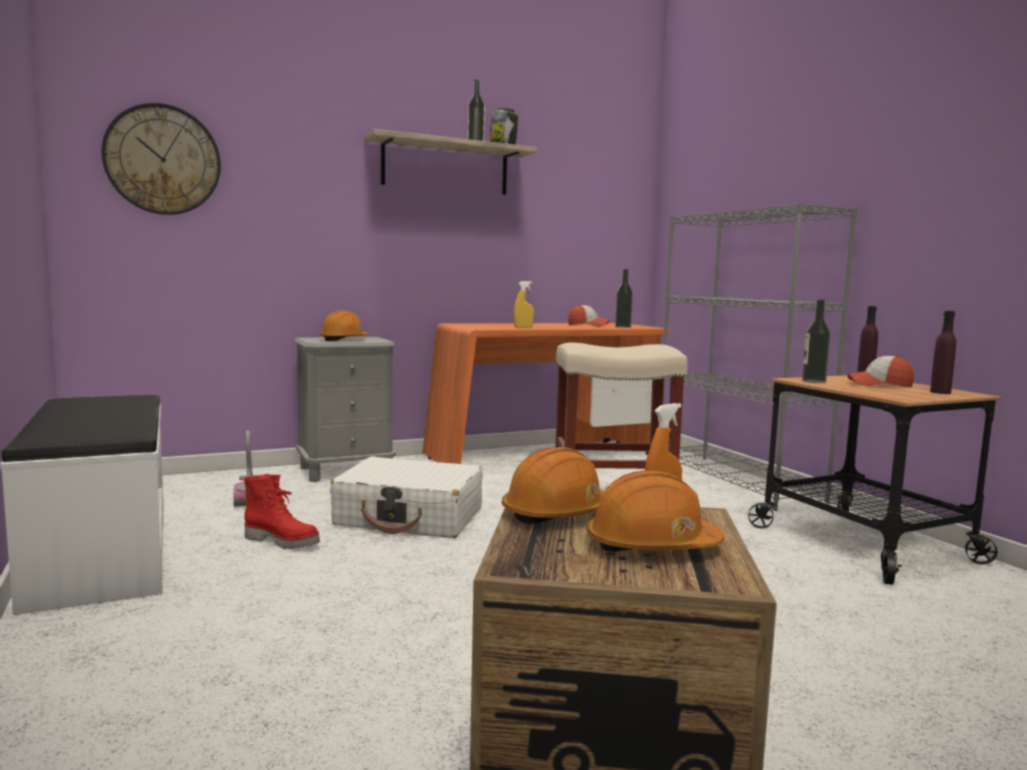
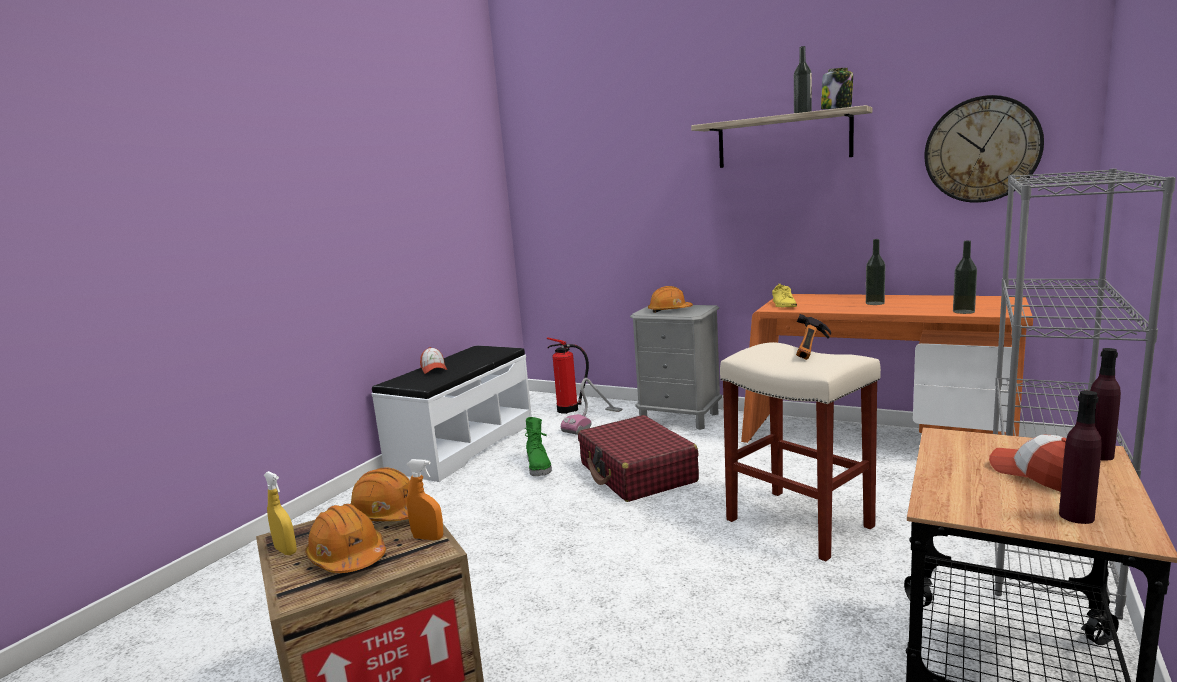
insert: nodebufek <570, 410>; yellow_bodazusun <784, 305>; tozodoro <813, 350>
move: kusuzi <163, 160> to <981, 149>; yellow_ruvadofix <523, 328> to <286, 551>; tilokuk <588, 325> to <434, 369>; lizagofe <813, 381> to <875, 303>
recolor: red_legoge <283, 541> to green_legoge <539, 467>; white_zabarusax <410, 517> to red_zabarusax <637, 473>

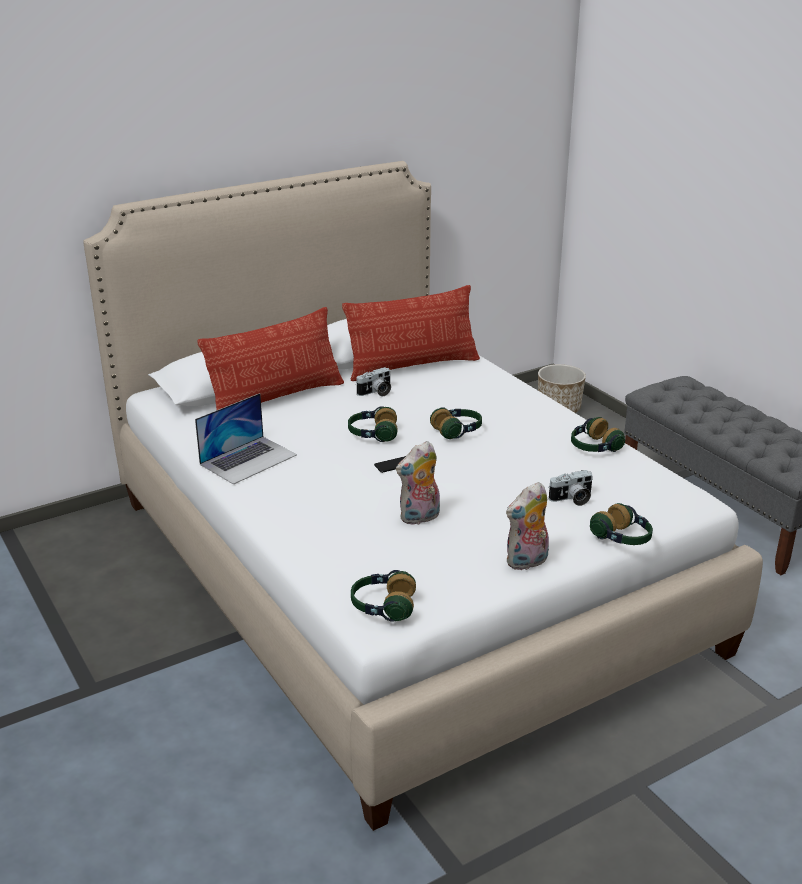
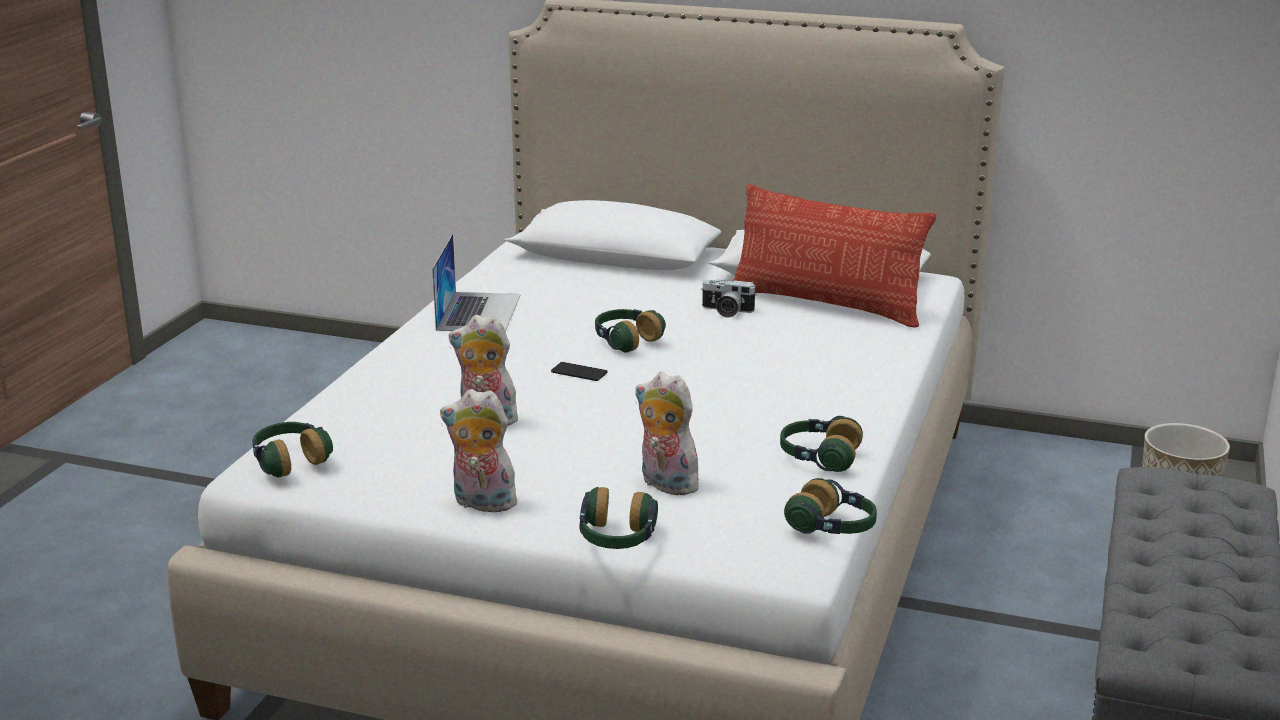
delete: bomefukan <276, 398>
move: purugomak <457, 431> to <832, 528>
replace: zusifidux <572, 499> to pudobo <665, 484>
rotate: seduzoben <248, 459> = <478, 312> 90 degrees counterclockwise

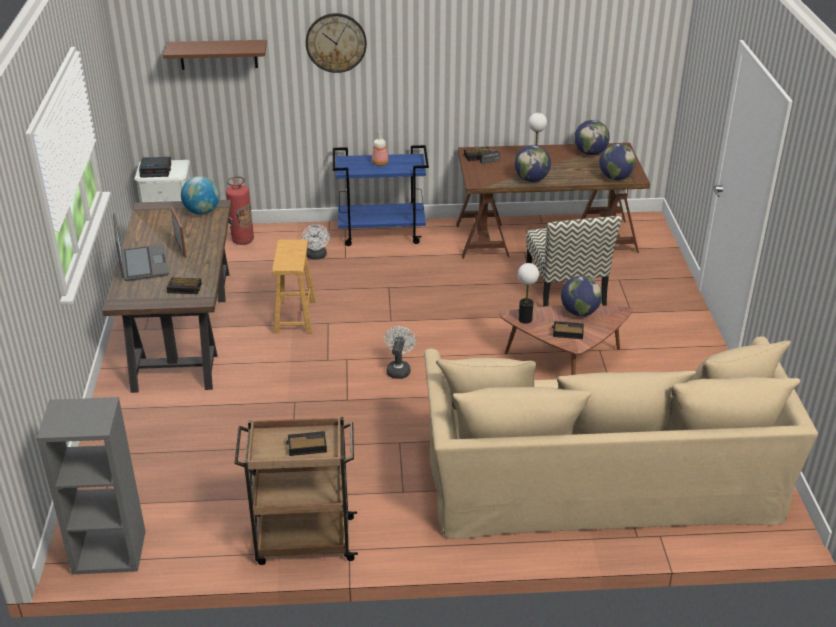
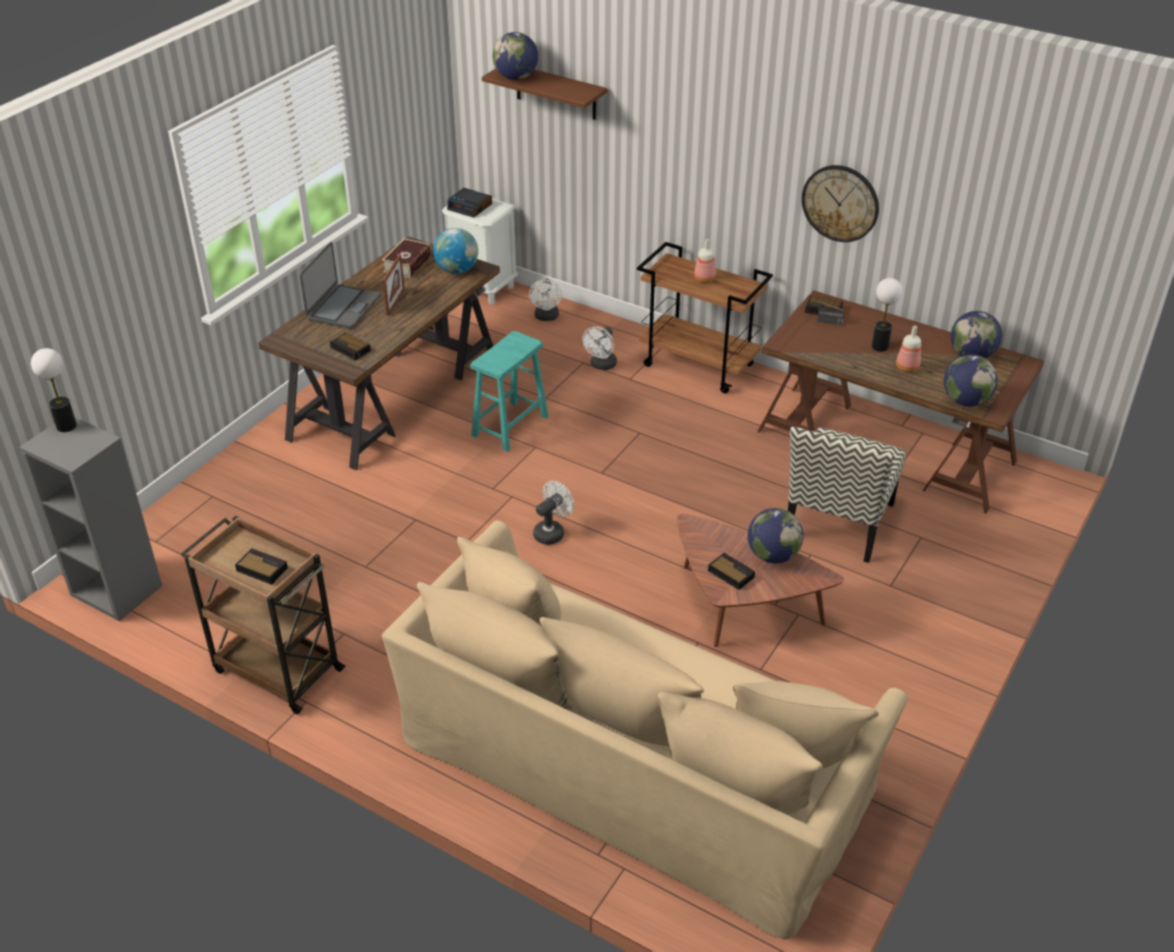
insert: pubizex <407, 264>; lizagofe <906, 367>
move: kusuzi <336, 42> to <840, 203>; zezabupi <531, 179> to <516, 78>; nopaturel <525, 319> to <66, 426>
replace: nodebufek <243, 240> to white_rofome <546, 317>
recolor: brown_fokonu <295, 317> to turquoise_fokonu <510, 426>; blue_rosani <382, 233> to brown_rosani <699, 365>

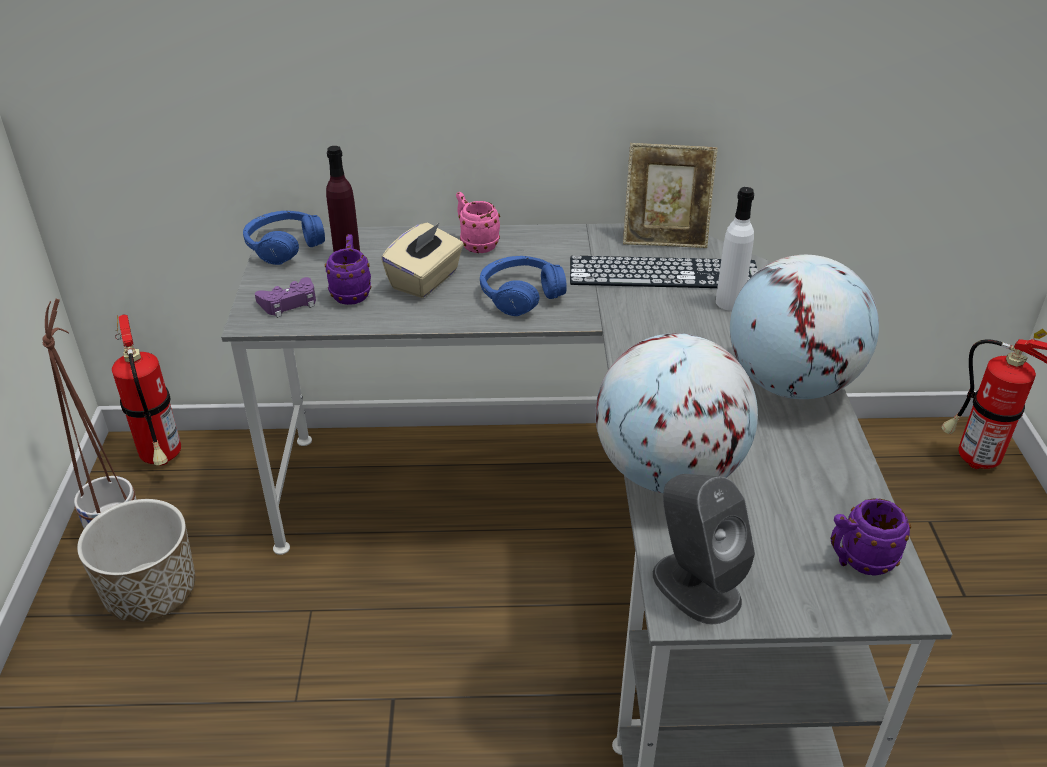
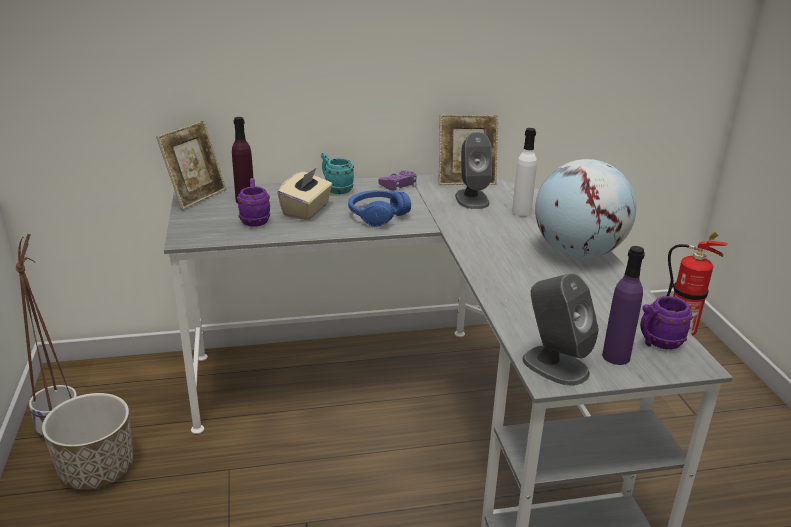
delete: nodebufek <162, 459>; zezabupi <668, 473>
insert: purple_lizagofe <616, 356>
move: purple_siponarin <289, 303> to <399, 185>
replace: blue_purugomak <284, 246> to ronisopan <196, 197>; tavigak <663, 273> to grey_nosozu <472, 199>
recolor: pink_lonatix <475, 244> to turquoise_lonatix <336, 189>

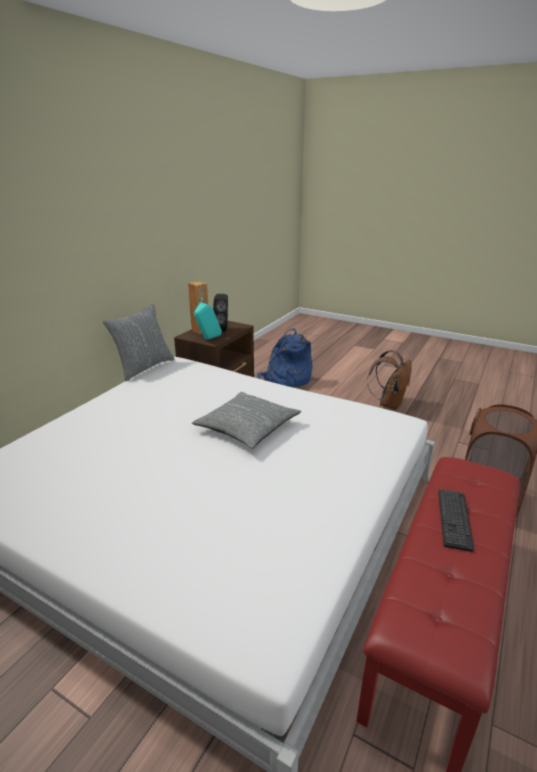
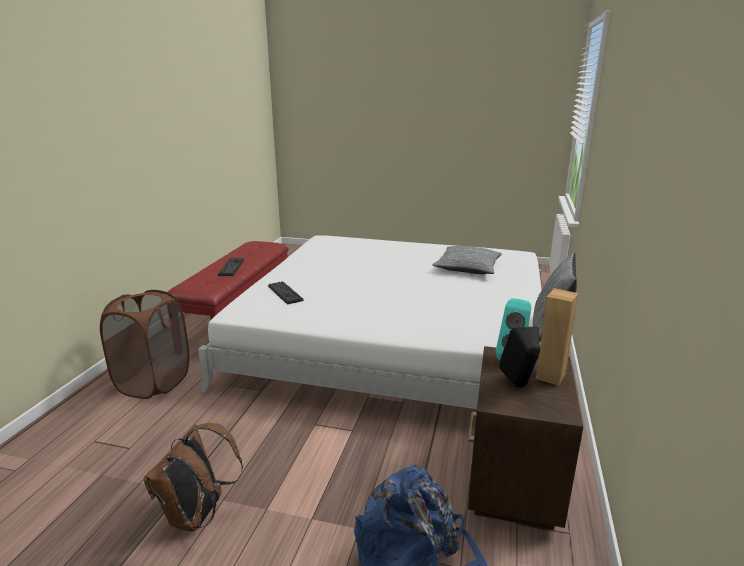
insert: tavigak <285, 293>
move: grey_bomefukan <247, 427> to <468, 267>

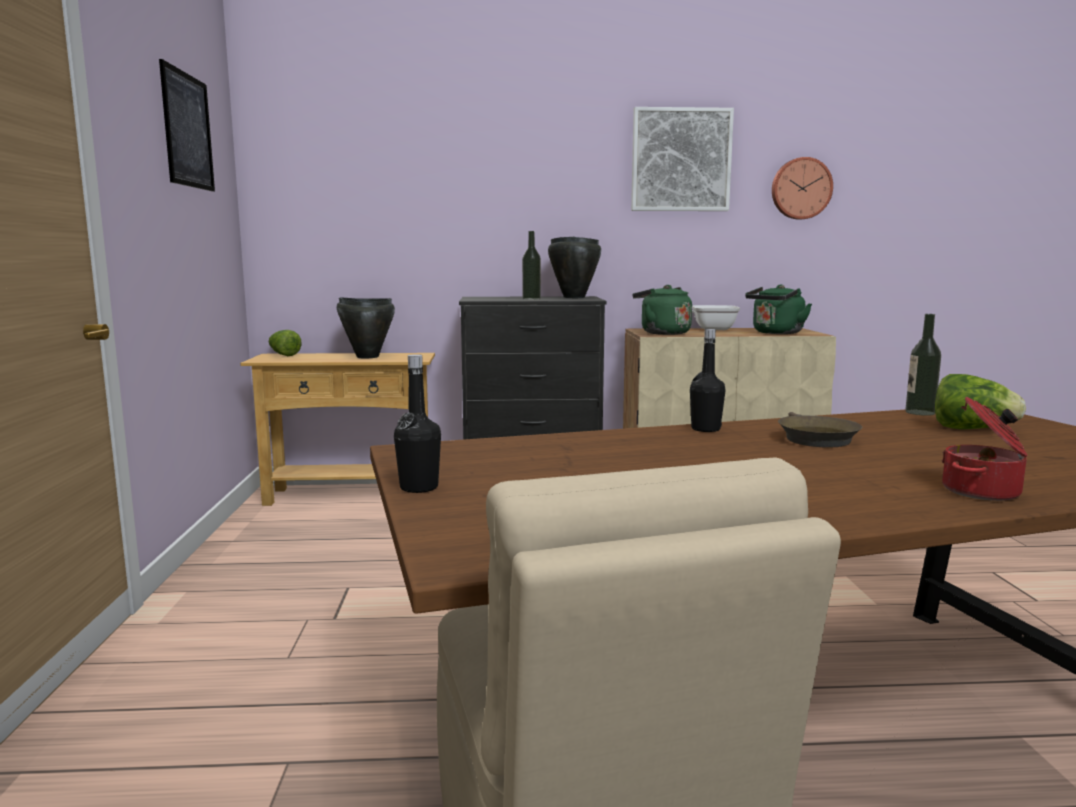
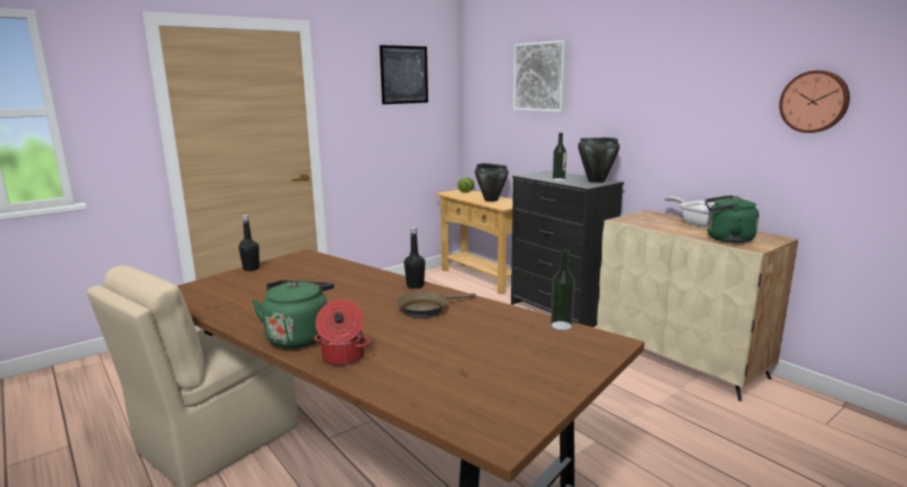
delete: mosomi <971, 429>
move: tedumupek <681, 160> to <540, 77>; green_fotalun <662, 333> to <299, 336>

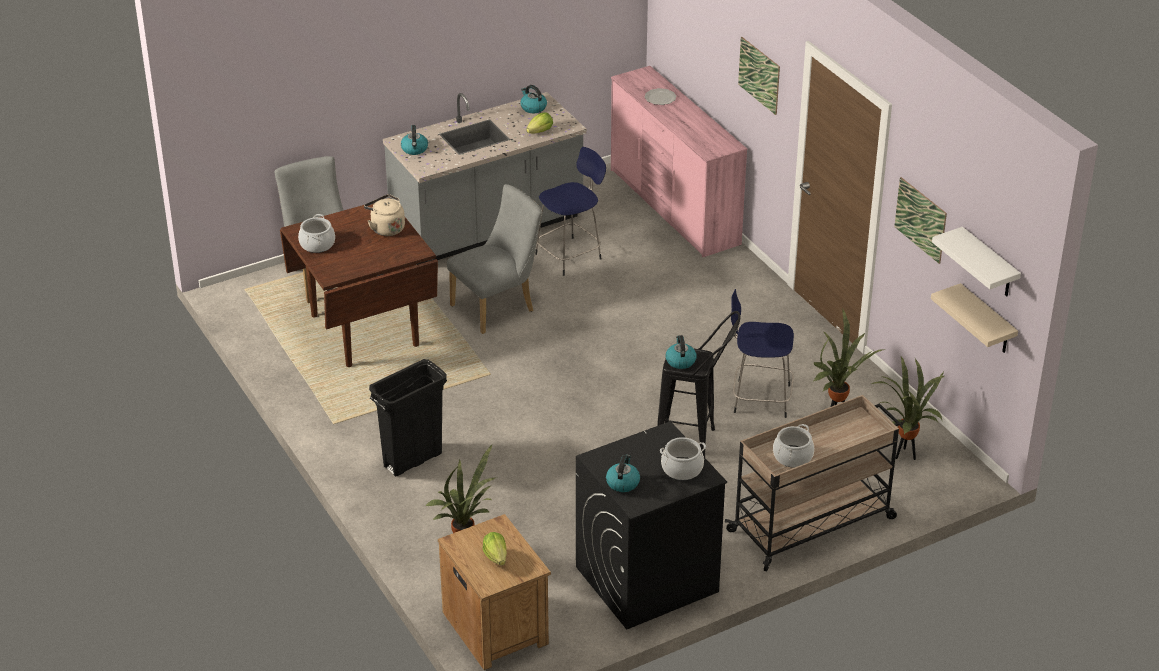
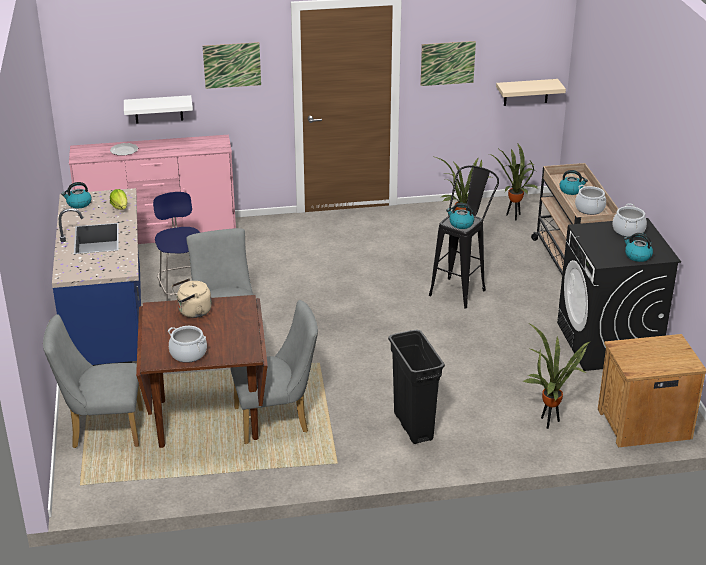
delete: mosomi <496, 557>; blue_fokonu <759, 398>
insert: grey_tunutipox <277, 420>
move: fotalun <414, 149> to <571, 190>; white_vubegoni <989, 264> to <158, 109>
recolor: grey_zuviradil <488, 229> to blue_zuviradil <108, 324>

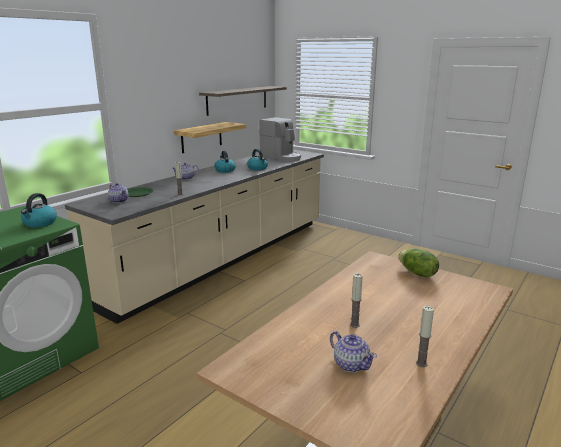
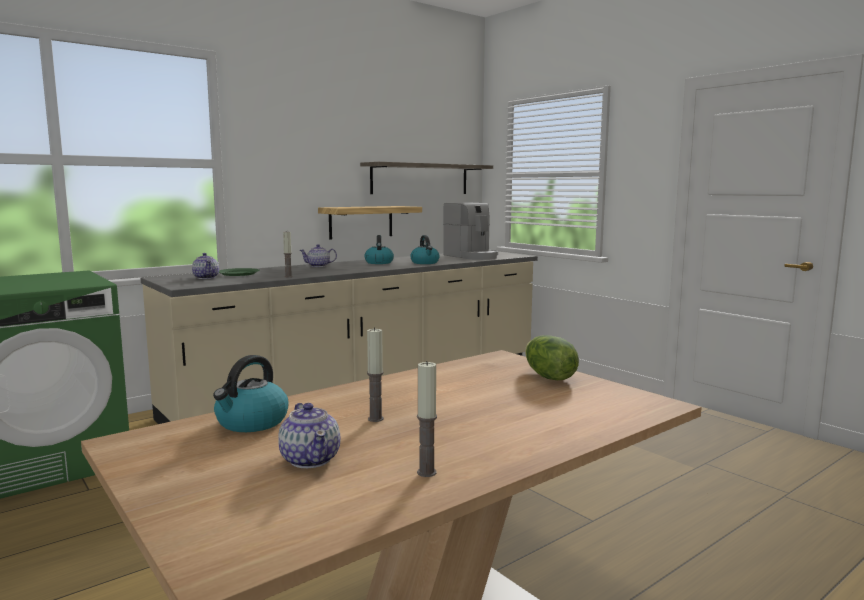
move: fotalun <40, 223> to <251, 422>

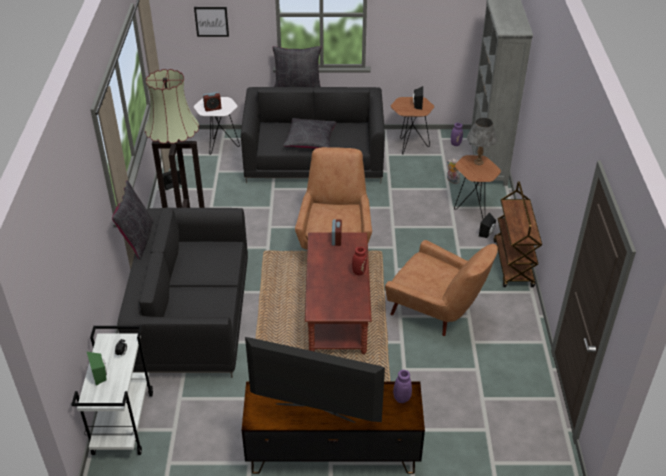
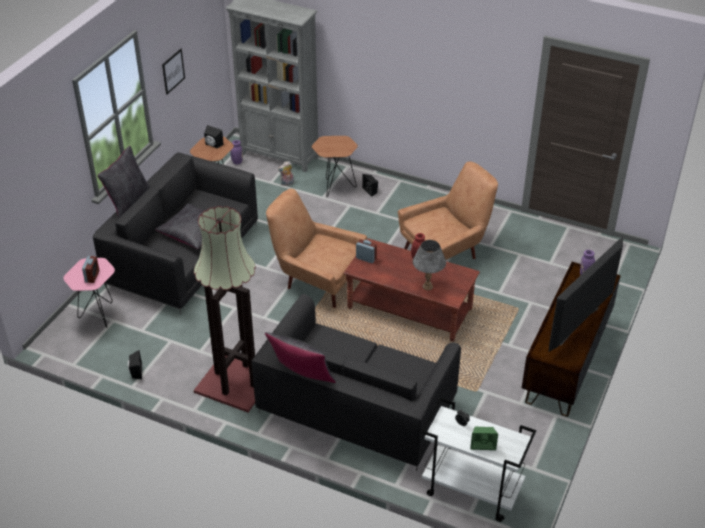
delete: brown_rosani <513, 264>
move: tedumupek <211, 21> to <173, 71>; grey_nopaturel <479, 162> to <428, 286>
recolor: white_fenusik <219, 146> to pink_fenusik <98, 317>

